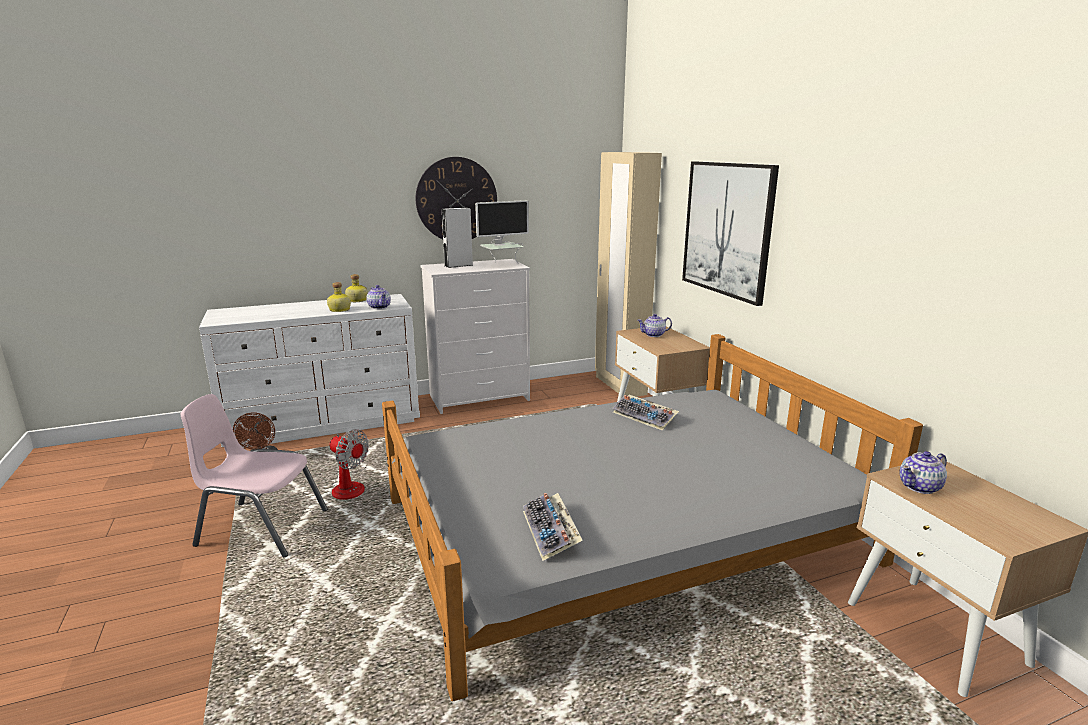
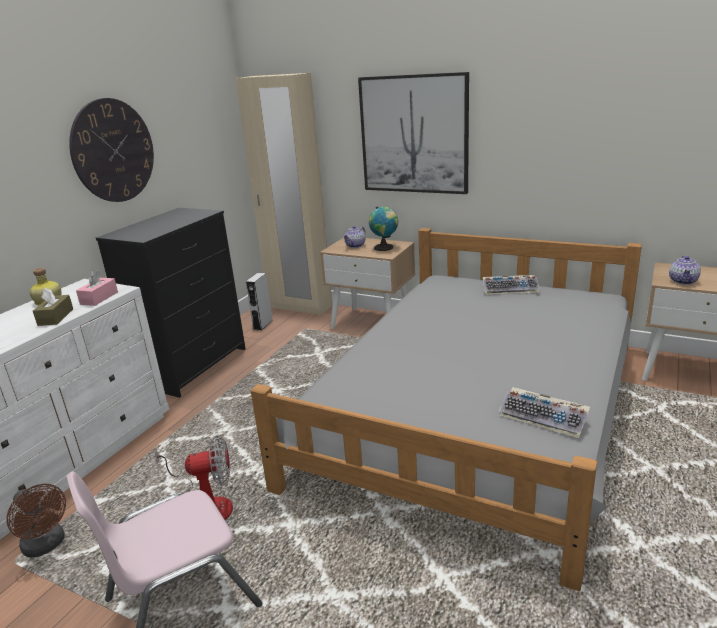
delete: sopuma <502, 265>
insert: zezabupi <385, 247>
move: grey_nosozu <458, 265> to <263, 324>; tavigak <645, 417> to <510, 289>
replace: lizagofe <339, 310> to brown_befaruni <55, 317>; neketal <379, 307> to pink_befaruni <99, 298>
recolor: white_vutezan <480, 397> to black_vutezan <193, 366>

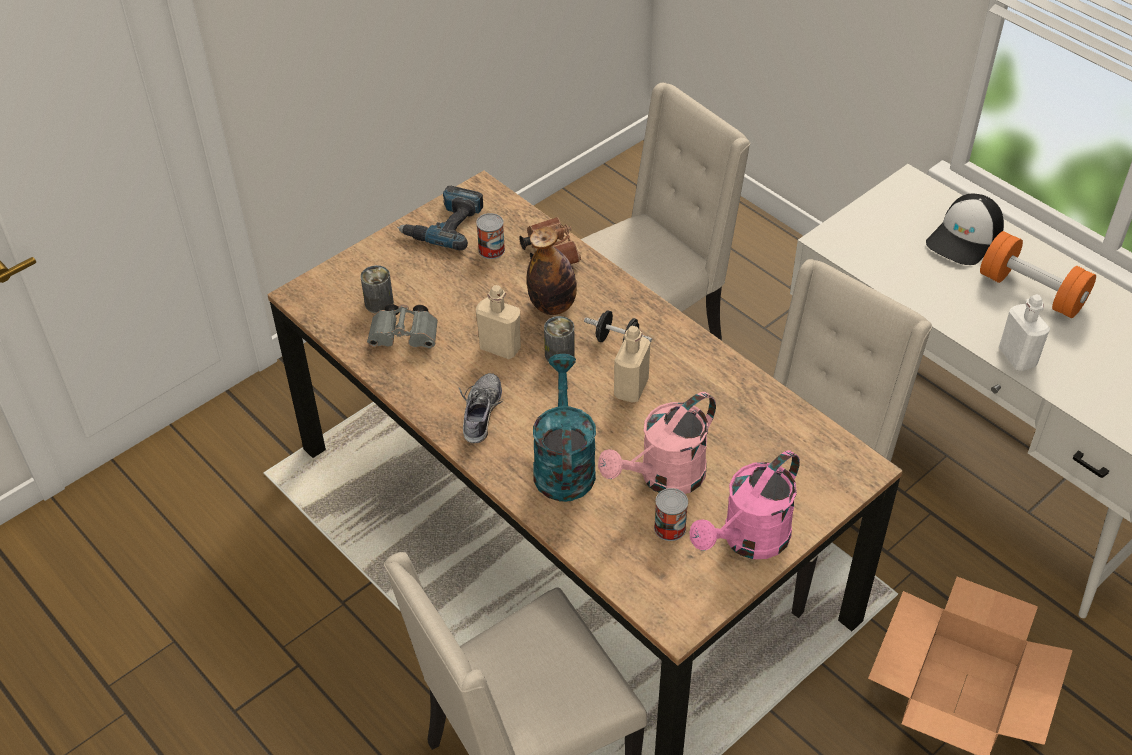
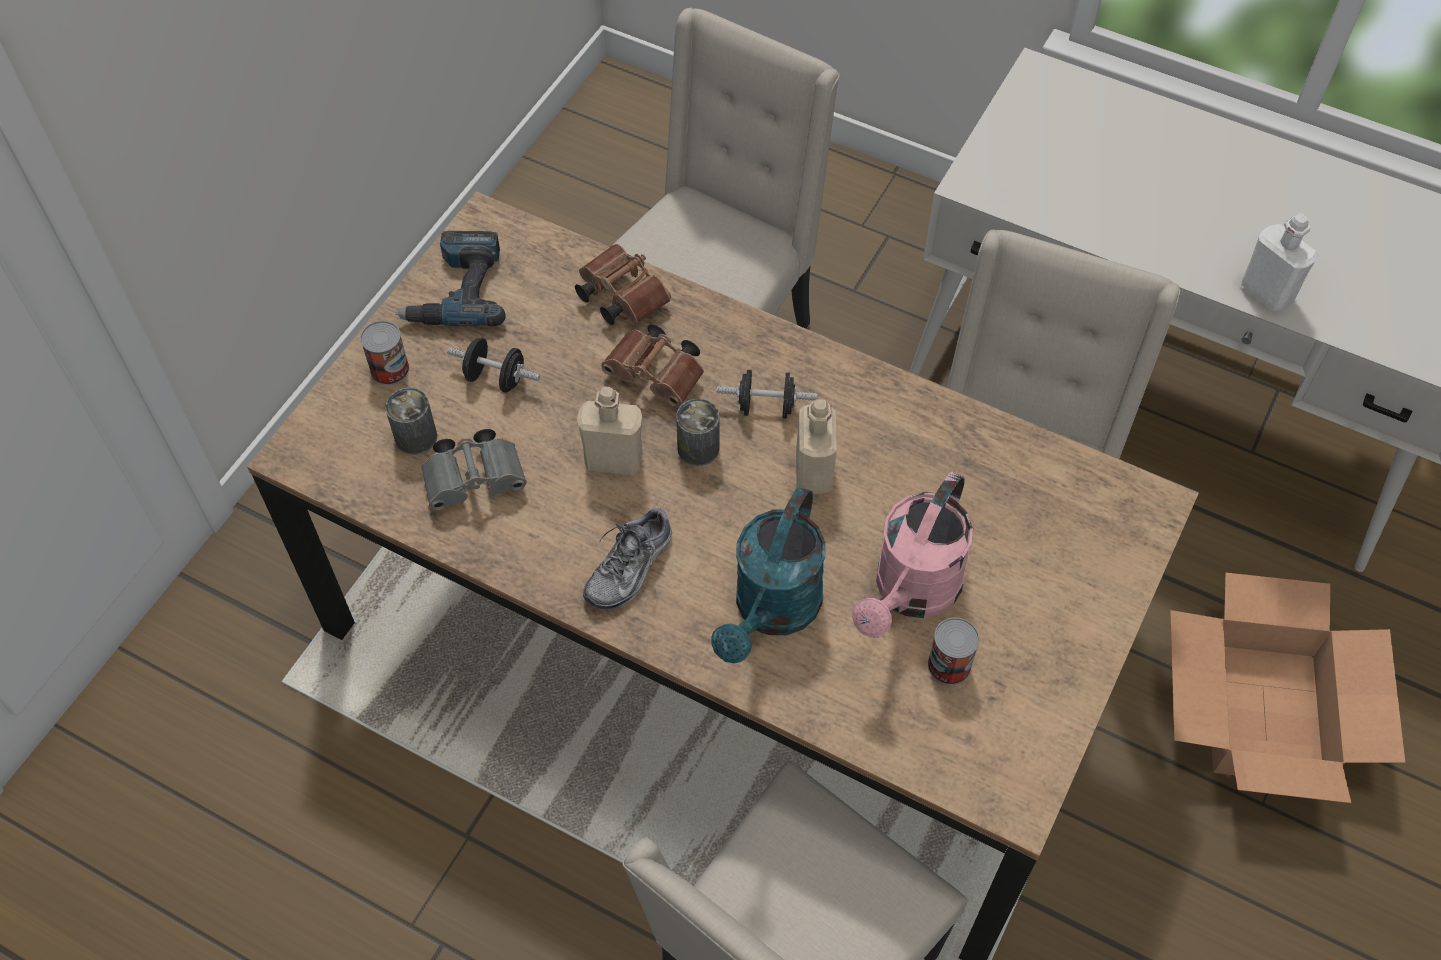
delete: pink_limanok <748, 541>; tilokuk <965, 238>; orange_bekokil <1031, 291>
insert: black_bekokil <495, 378>
move: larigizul <491, 250> to <390, 369>
replace: lizagofe <552, 306> to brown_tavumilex <658, 376>
rotate: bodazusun <481, 413> = <630, 568> 135 degrees counterclockwise; turquoise_limanok <563, 464> = <772, 612> 135 degrees counterclockwise

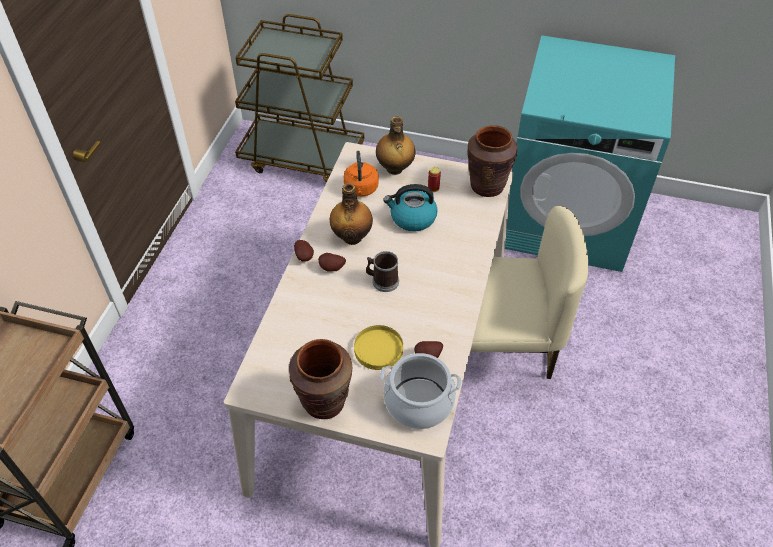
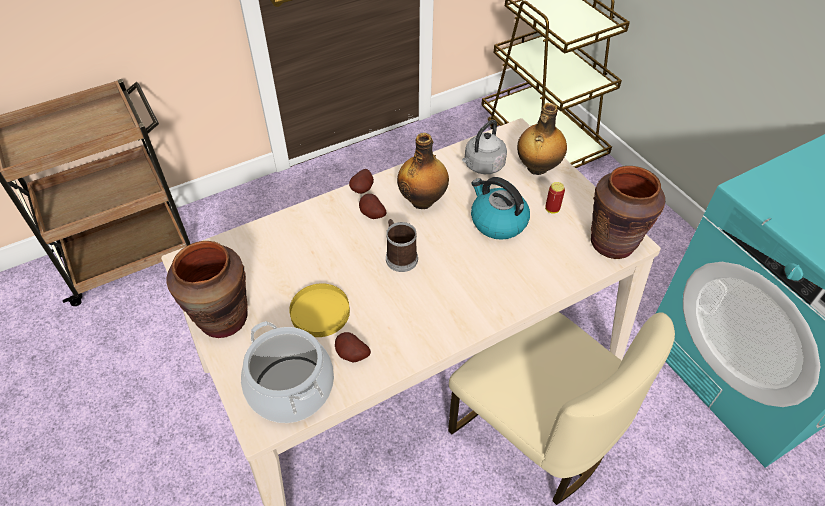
recolor: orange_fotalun <361, 189> to grey_fotalun <482, 166>

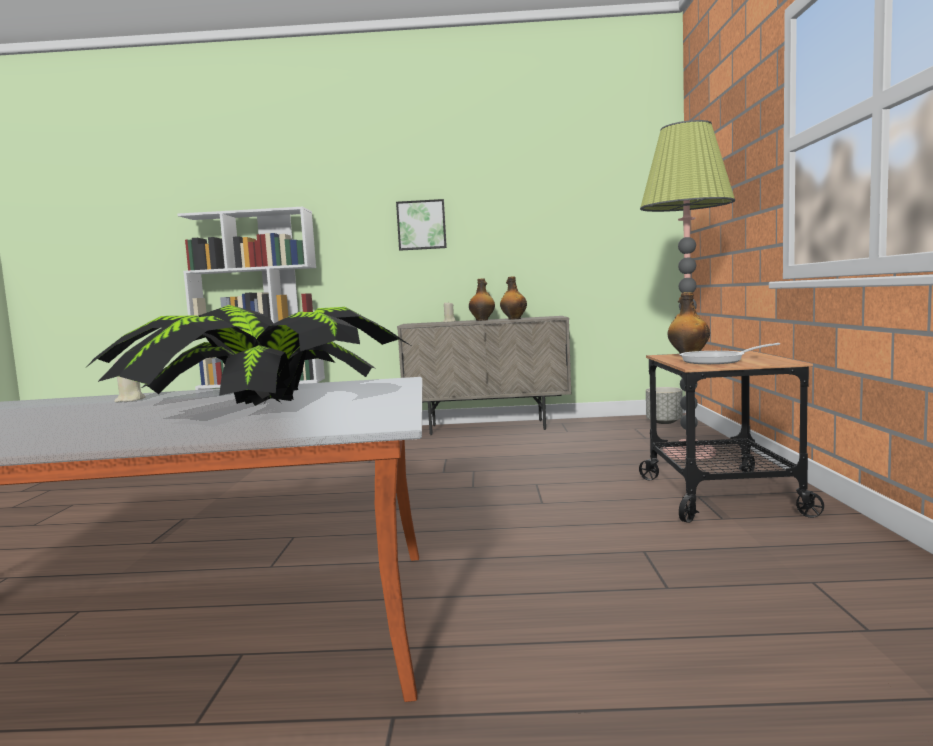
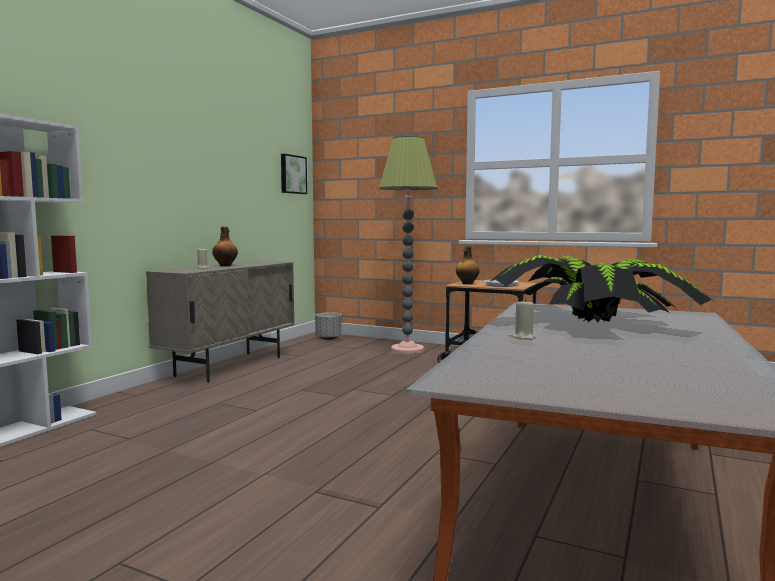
delete: lizagofe <514, 319>
move: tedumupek <421, 225> to <292, 174>

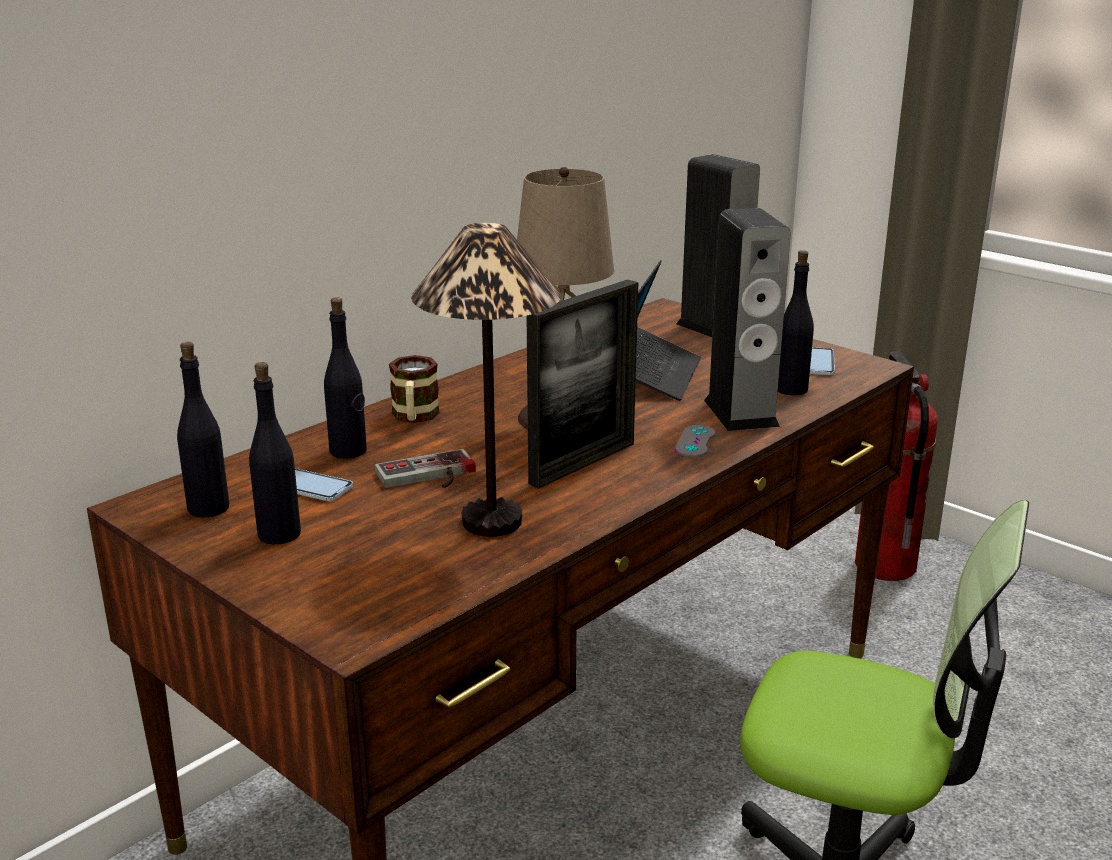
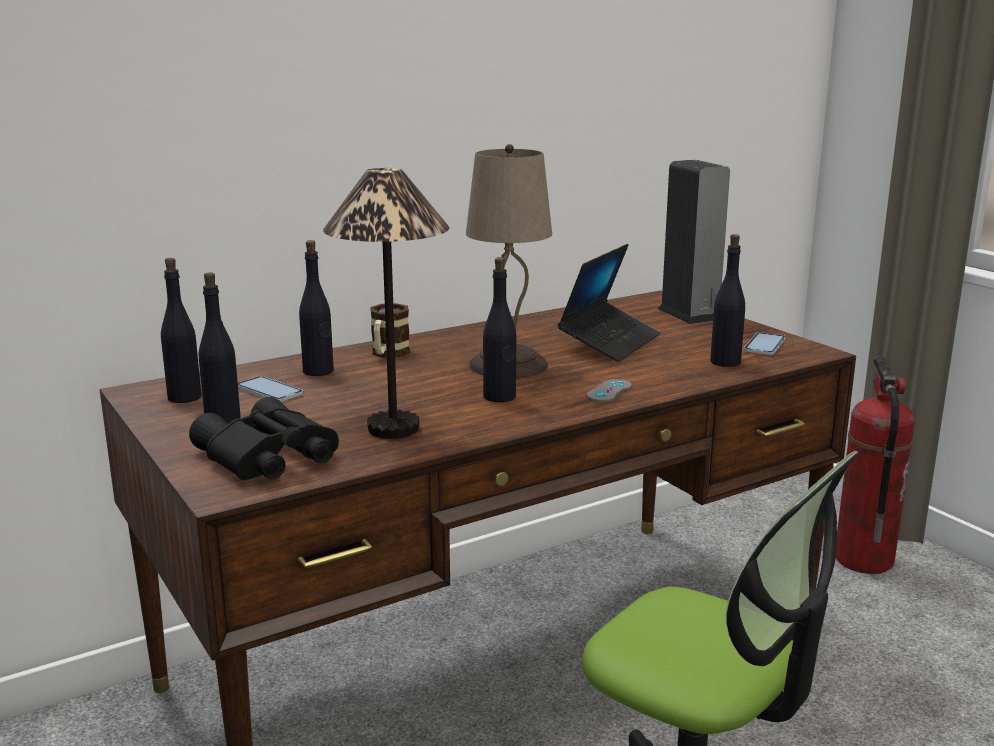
delete: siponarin <428, 477>; nosozu <740, 413>
insert: black_tavumilex <266, 458>
replace: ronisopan <582, 463> to black_lizagofe <500, 397>

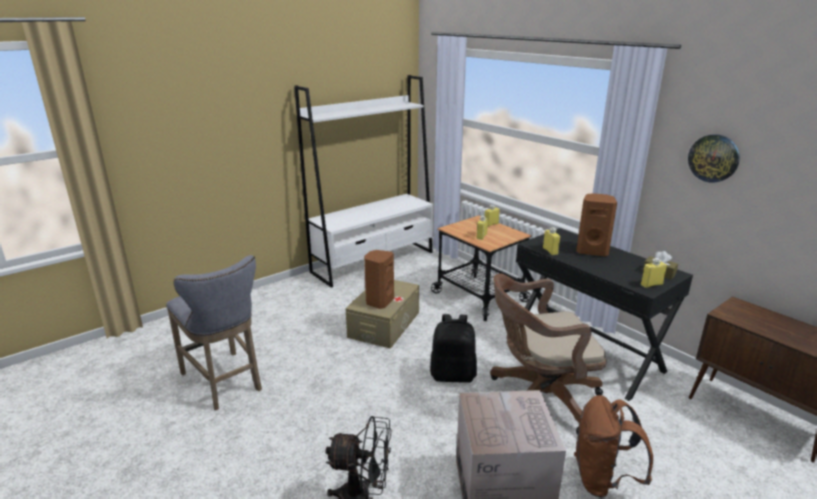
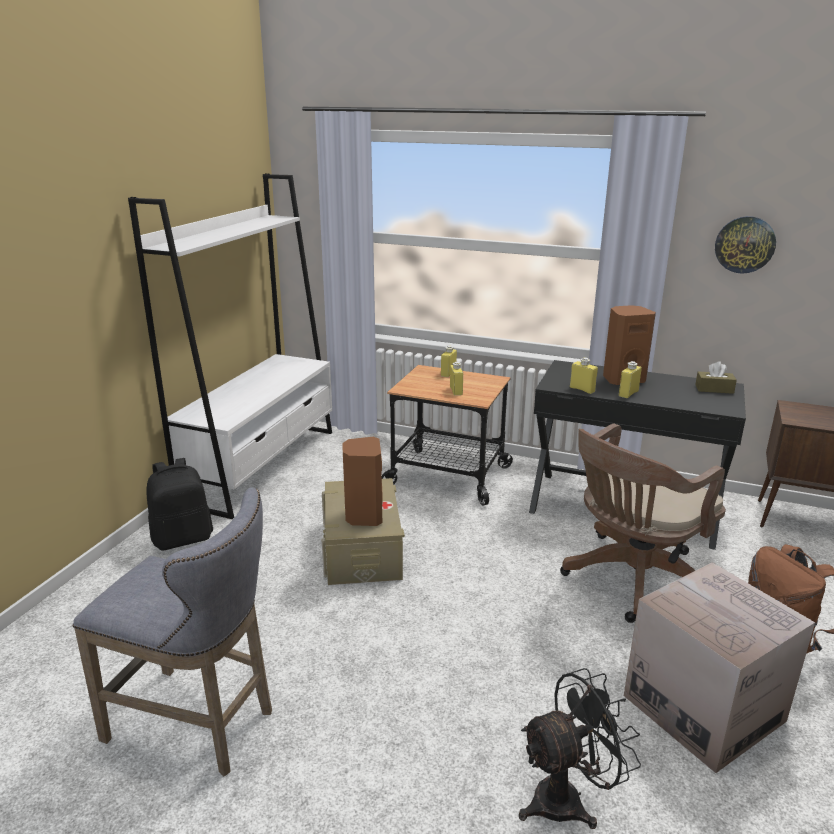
move: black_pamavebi <453, 375> to <183, 538>; yellow_lizagofe <651, 284> to <628, 393>

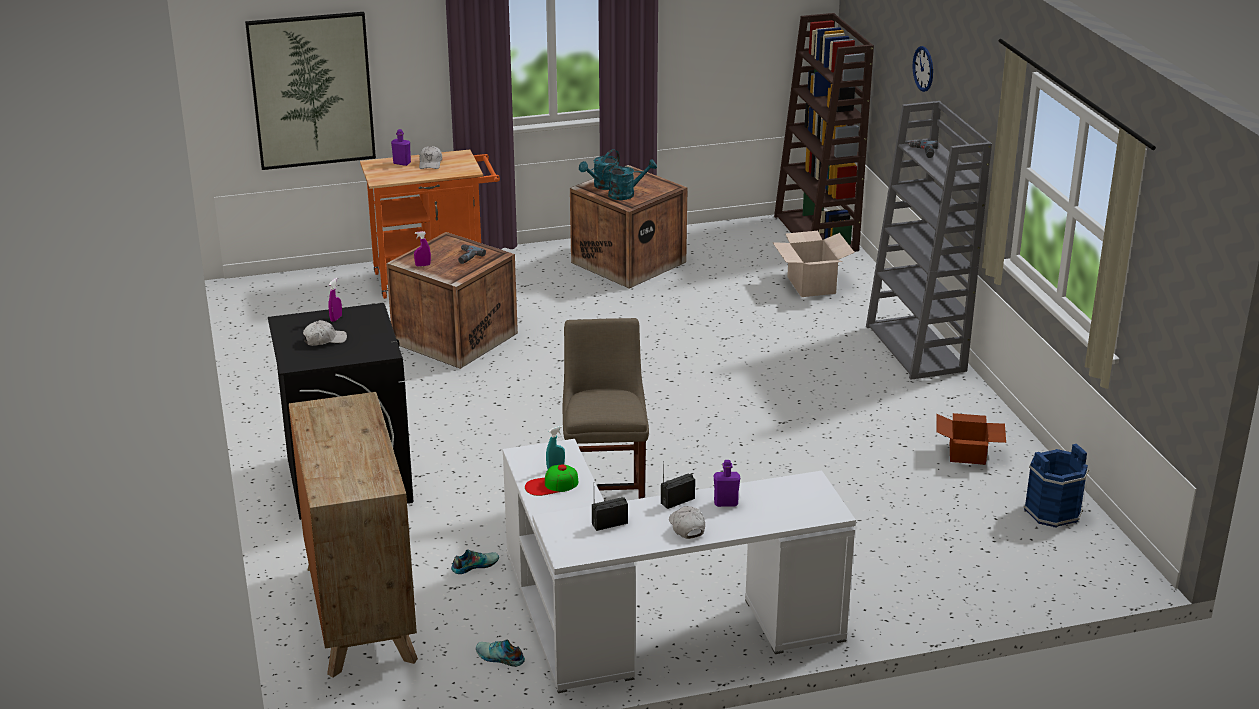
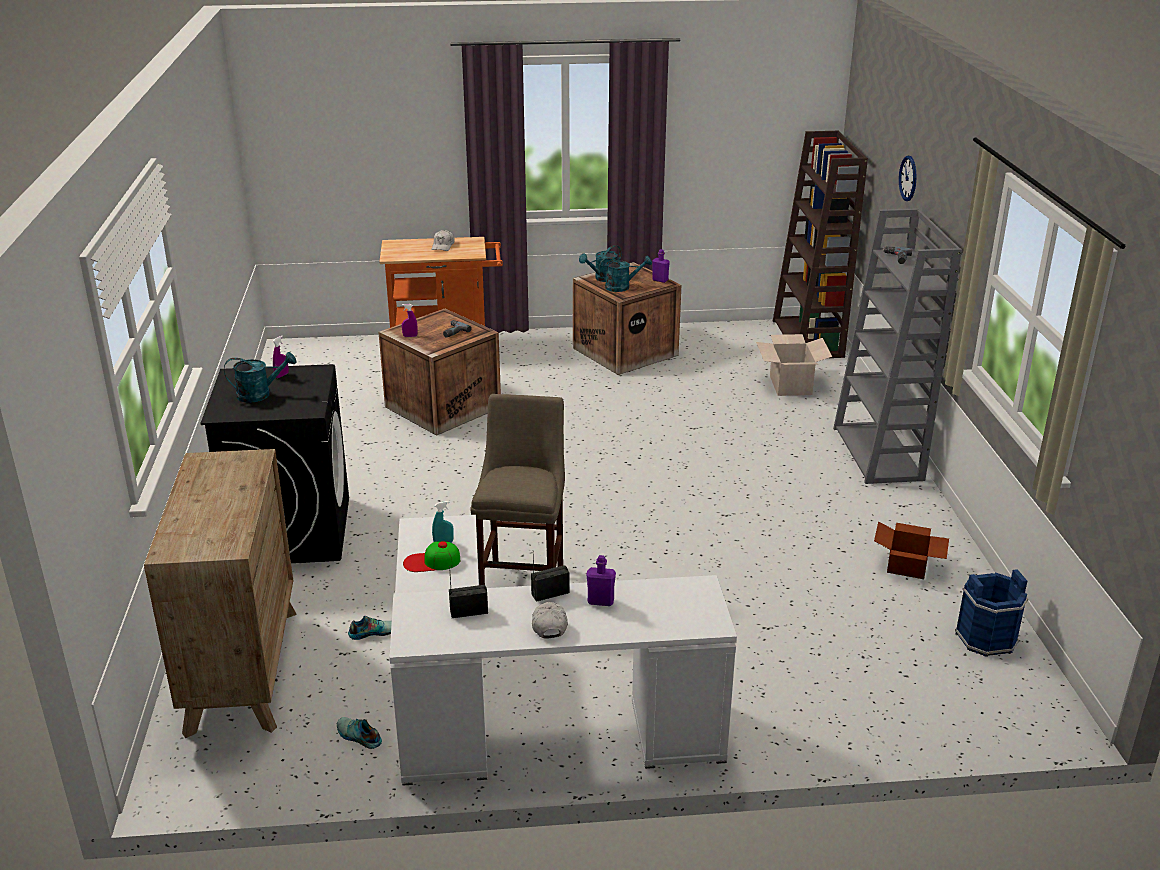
delete: tedumupek <312, 90>
move: purple_lizagofe <402, 163> to <660, 280>
replace: white_tilokuk <324, 340> to turquoise_limanok <260, 394>

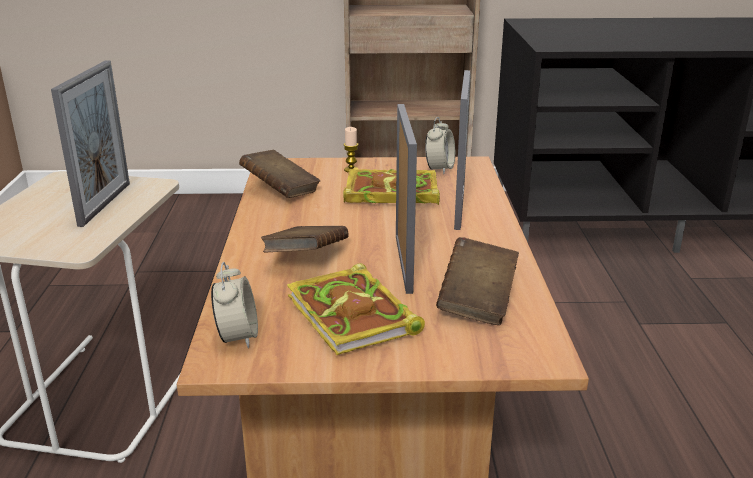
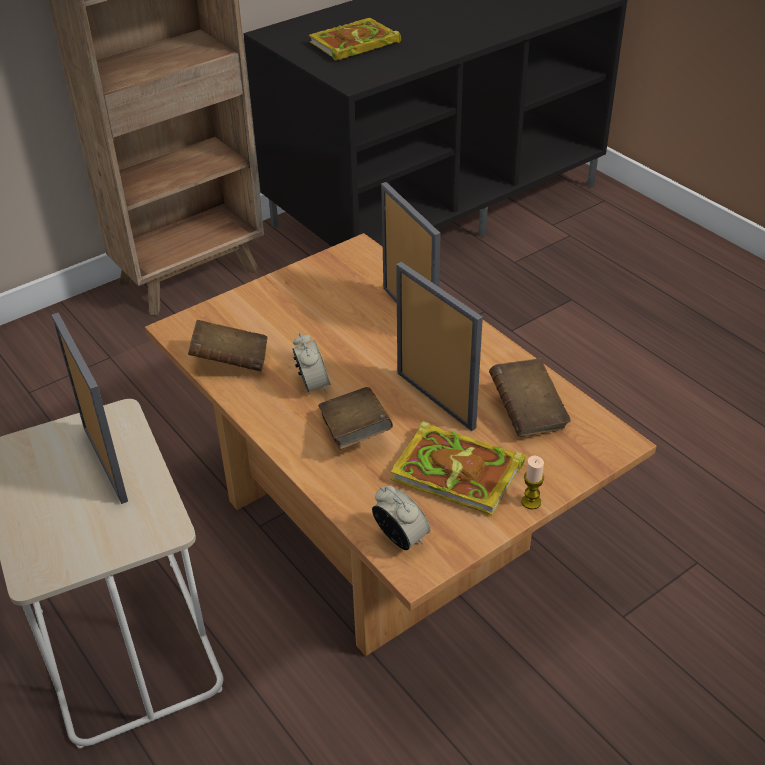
move: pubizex <389, 193> to <353, 45>; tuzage <351, 170> to <531, 502>; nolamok <439, 169> to <312, 385>

